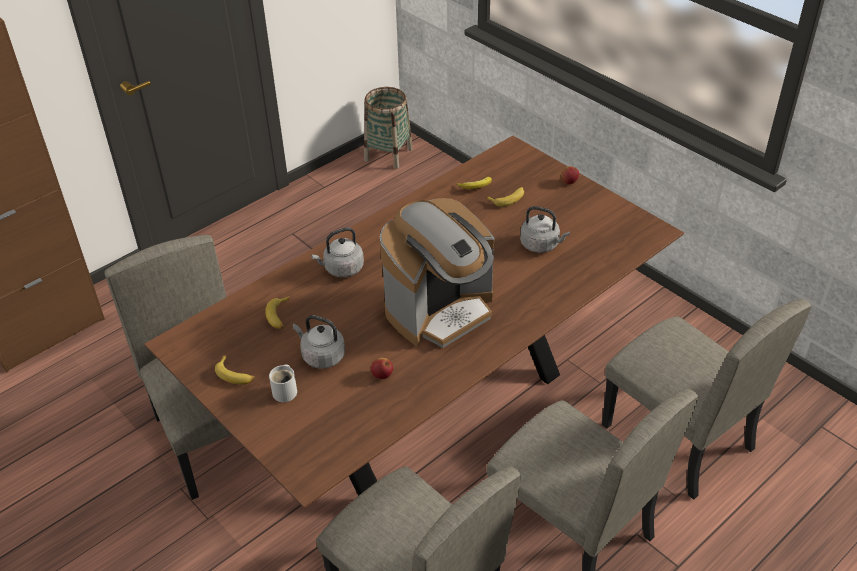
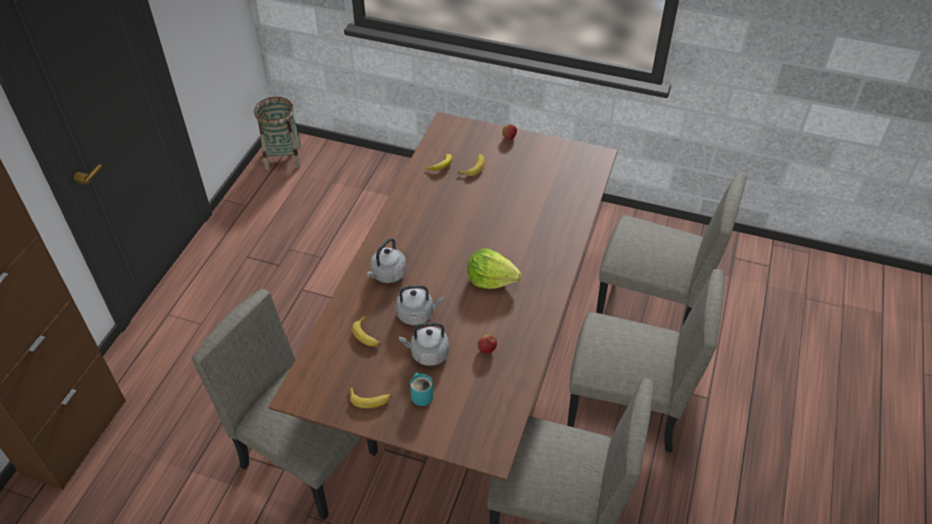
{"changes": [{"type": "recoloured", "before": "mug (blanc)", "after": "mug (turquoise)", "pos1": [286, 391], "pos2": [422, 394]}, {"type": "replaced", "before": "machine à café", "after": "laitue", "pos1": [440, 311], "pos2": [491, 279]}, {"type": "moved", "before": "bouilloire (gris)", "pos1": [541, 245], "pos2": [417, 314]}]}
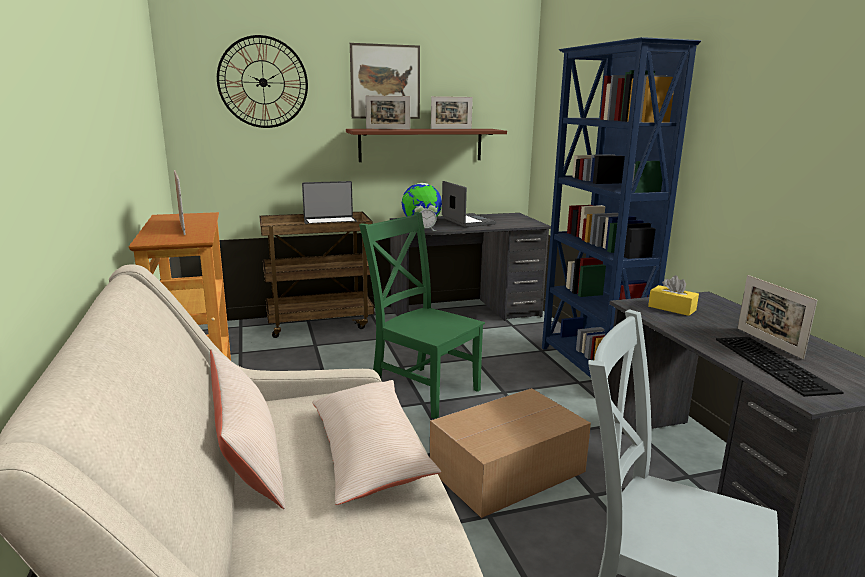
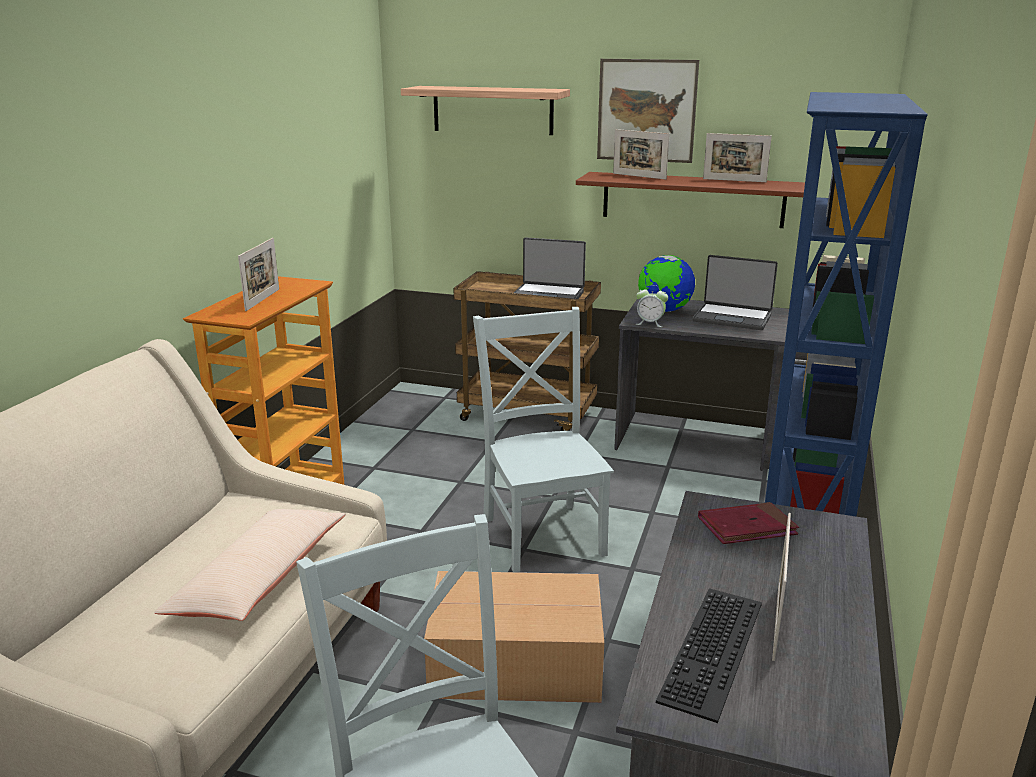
{"changes": [{"type": "removed", "before": "coussin (beige)", "pos1": [247, 457]}, {"type": "replaced", "before": "horloge murale", "after": "étagère", "pos1": [263, 82], "pos2": [492, 110]}, {"type": "recoloured", "before": "chaise (vert)", "after": "chaise (gris)", "pos1": [422, 389], "pos2": [542, 532]}, {"type": "turned", "before": "ordinateur portable", "pos1": [467, 221], "pos2": [732, 318], "turn": 105}, {"type": "replaced", "before": "boîte à mouchoirs (jaune)", "after": "livre (rouge)", "pos1": [672, 308], "pos2": [747, 527]}]}
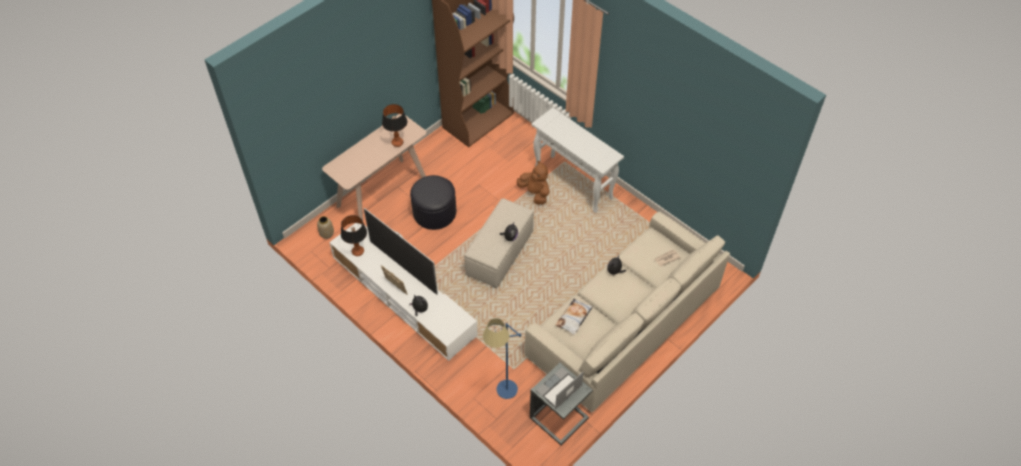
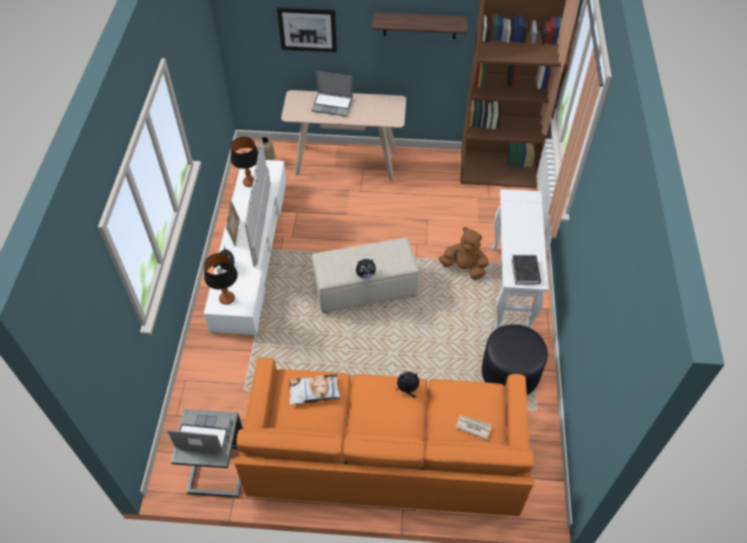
{"changes": [{"type": "moved", "before": "lampe de table", "pos1": [397, 142], "pos2": [227, 298]}, {"type": "moved", "before": "pouf (noir)", "pos1": [434, 212], "pos2": [510, 372]}, {"type": "removed", "before": "lampadaire (bleu)", "pos1": [502, 397]}, {"type": "turned", "before": "peluche (marron)", "pos1": [535, 193], "pos2": [464, 267], "turn": -75}, {"type": "recoloured", "before": "canapé (beige)", "after": "canapé (orange)", "pos1": [623, 322], "pos2": [384, 450]}, {"type": "added", "after": "tableau", "pos2": [307, 29]}, {"type": "added", "after": "ordinateur portable", "pos2": [333, 105]}, {"type": "added", "after": "étagère", "pos2": [420, 25]}, {"type": "added", "after": "livre (noir)", "pos2": [525, 272]}]}
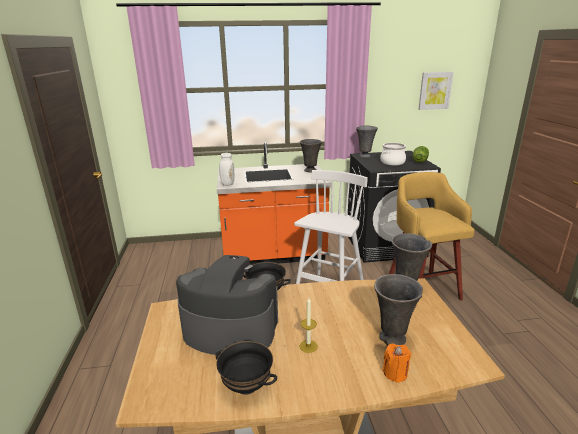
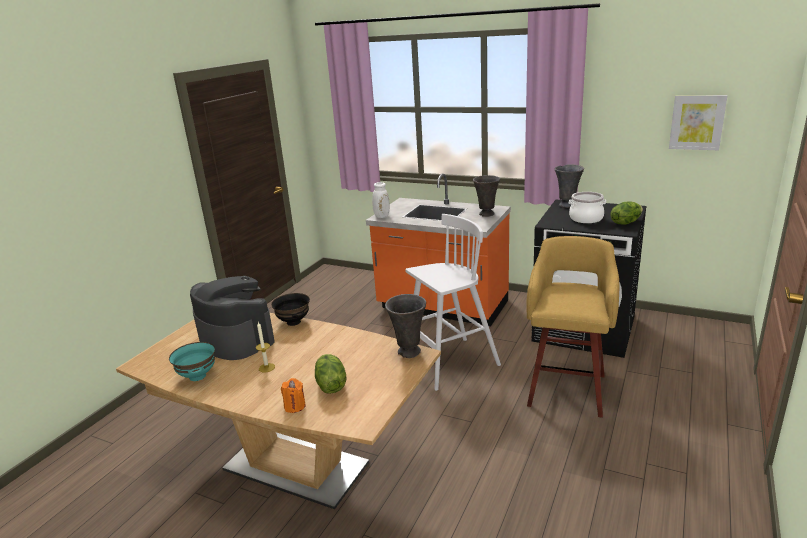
{"changes": [{"type": "recoloured", "before": "bol (noir)", "after": "bol (turquoise)", "pos1": [246, 386], "pos2": [197, 376]}, {"type": "replaced", "before": "vase (gris)", "after": "laitue", "pos1": [392, 339], "pos2": [330, 385]}]}
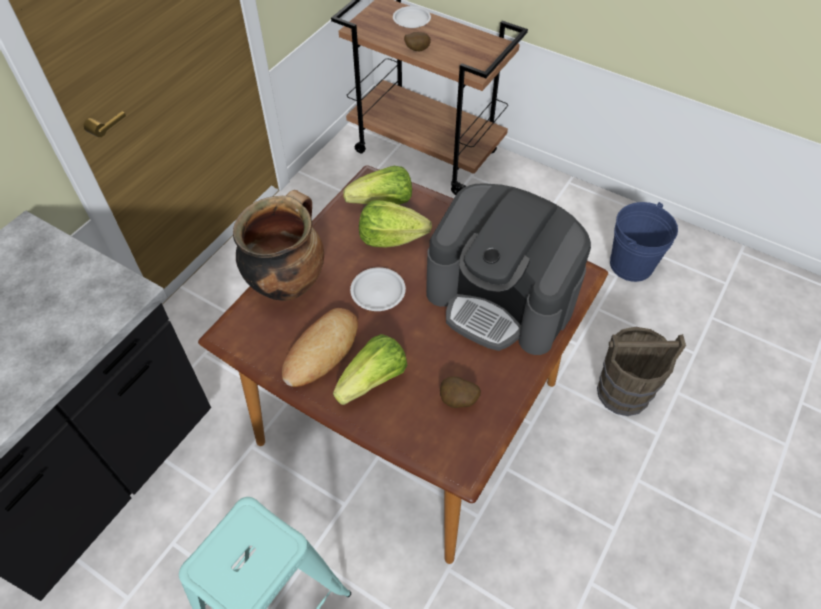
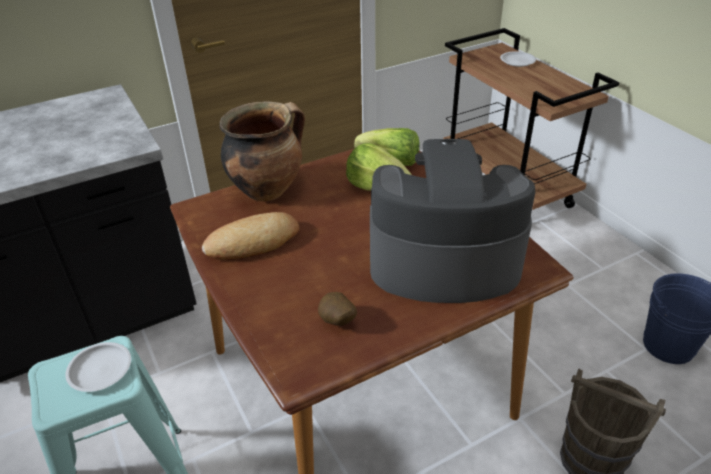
{"changes": [{"type": "removed", "before": "laitue", "pos1": [373, 380]}, {"type": "moved", "before": "assiette (blanc)", "pos1": [377, 292], "pos2": [99, 370]}, {"type": "removed", "before": "pomme de terre", "pos1": [416, 49]}, {"type": "turned", "before": "machine à café", "pos1": [501, 299], "pos2": [442, 260], "turn": 120}]}
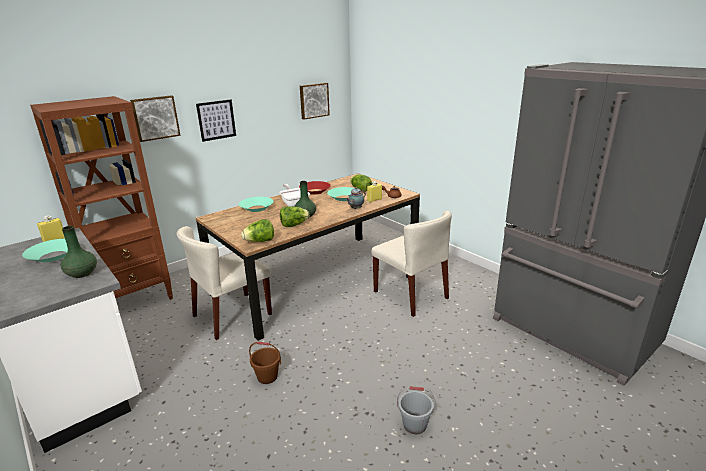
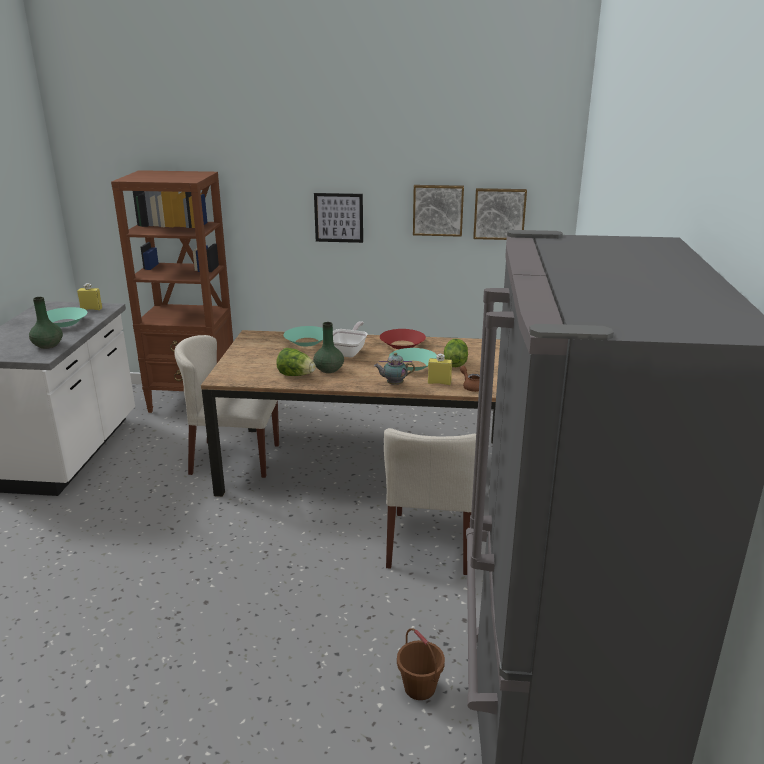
{"changes": [{"type": "moved", "before": "tableau", "pos1": [155, 118], "pos2": [438, 210]}, {"type": "removed", "before": "laitue", "pos1": [260, 241]}, {"type": "moved", "before": "seau (marron)", "pos1": [267, 377], "pos2": [420, 687]}, {"type": "removed", "before": "seau (gris)", "pos1": [414, 425]}]}
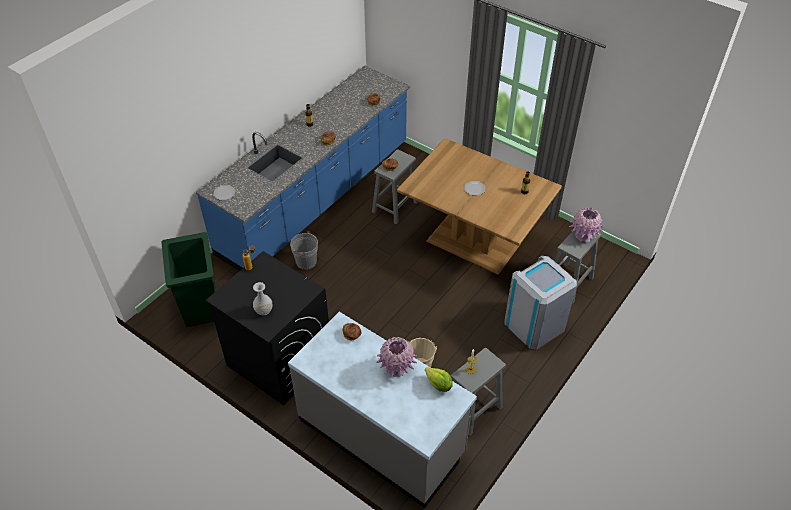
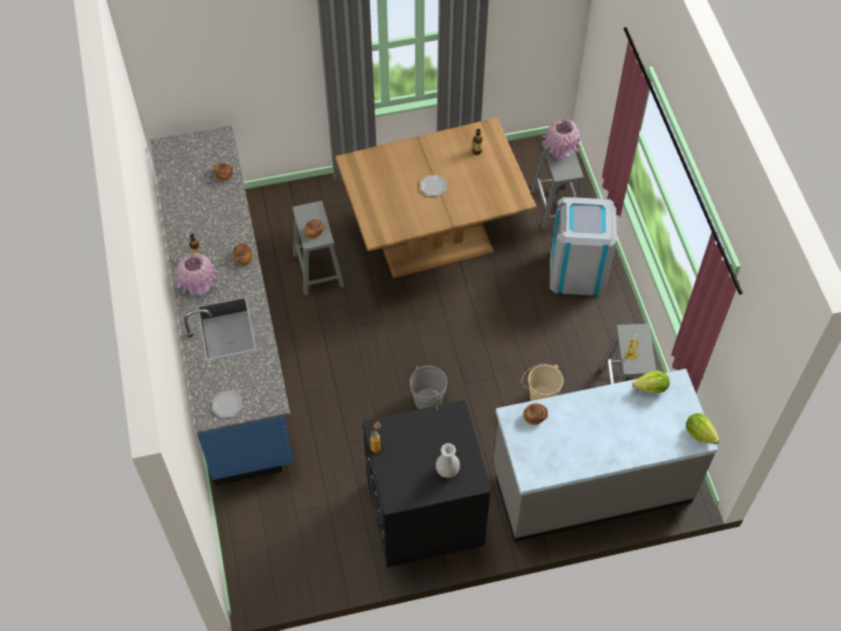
{"changes": [{"type": "removed", "before": "poubelle (vert)", "pos1": [200, 307]}, {"type": "moved", "before": "seau (gris)", "pos1": [306, 262], "pos2": [428, 400]}, {"type": "moved", "before": "vase (rose)", "pos1": [396, 368], "pos2": [198, 286]}, {"type": "added", "after": "laitue", "pos2": [699, 433]}]}
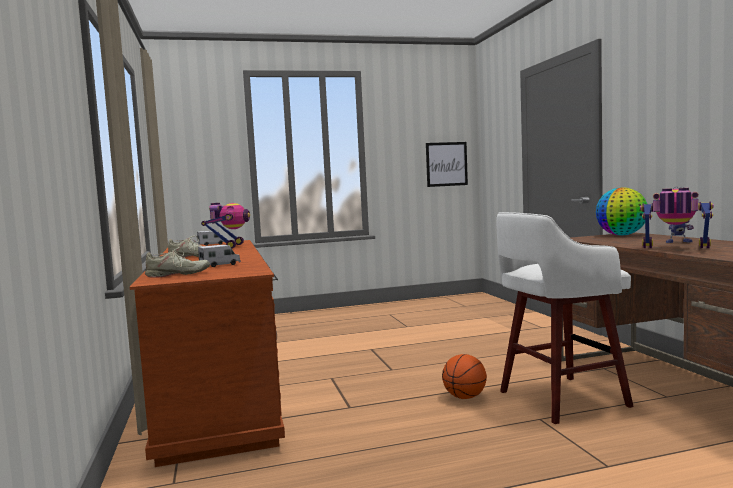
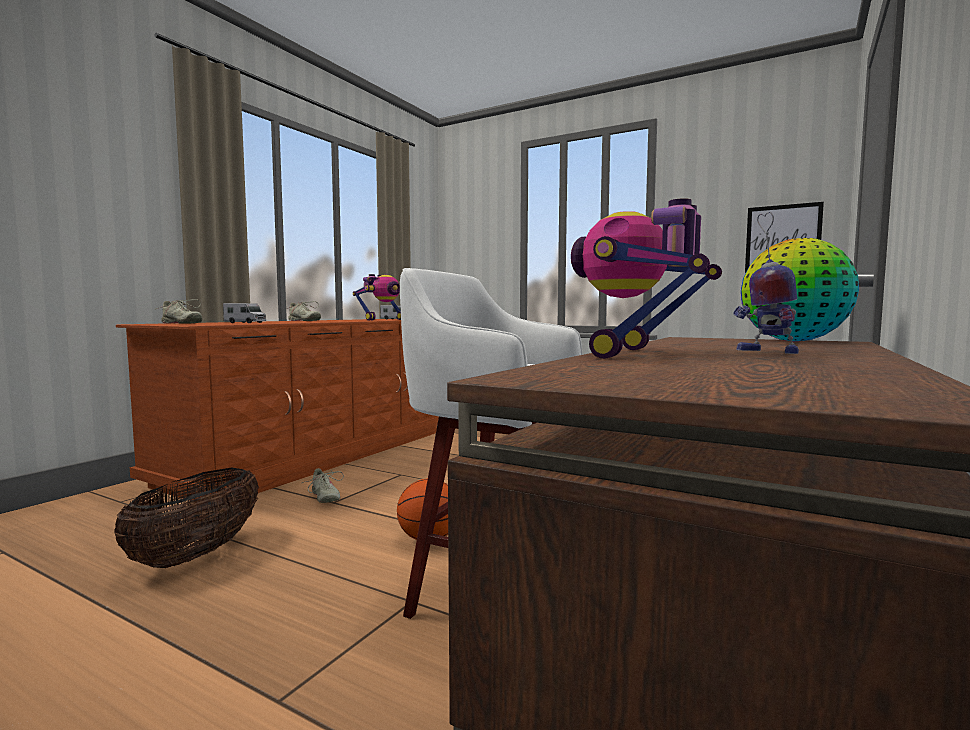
{"changes": [{"type": "turned", "before": "robot jouet", "pos1": [675, 249], "pos2": [641, 354], "turn": -135}, {"type": "added", "after": "panier", "pos2": [196, 555]}, {"type": "added", "after": "chaussure (beige)", "pos2": [324, 497]}]}
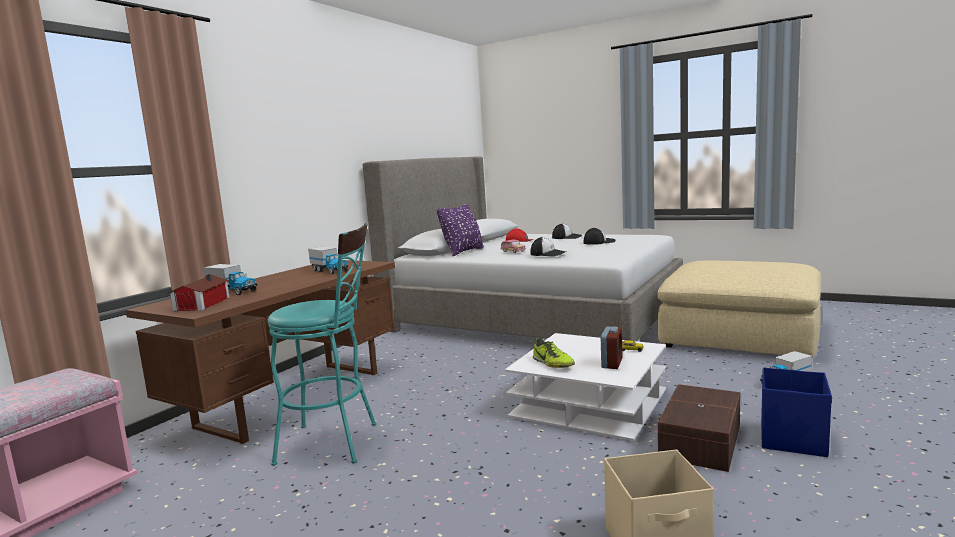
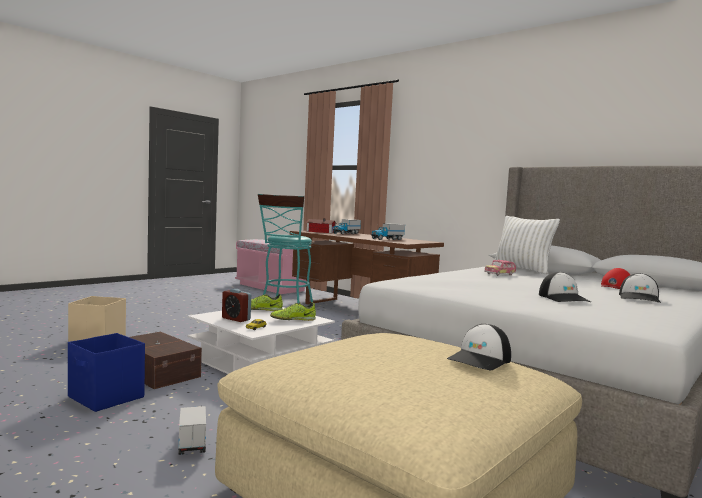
{"changes": [{"type": "recoloured", "before": "coussin (violet)", "after": "coussin (blanc)", "pos1": [463, 252], "pos2": [522, 270]}, {"type": "moved", "before": "casquette", "pos1": [548, 254], "pos2": [480, 359]}, {"type": "added", "after": "chaussure", "pos2": [293, 320]}]}
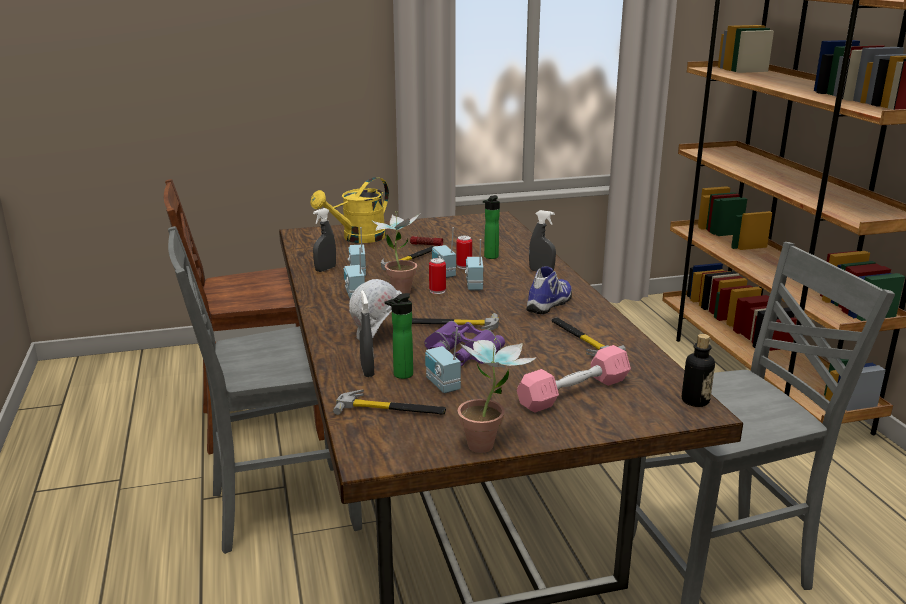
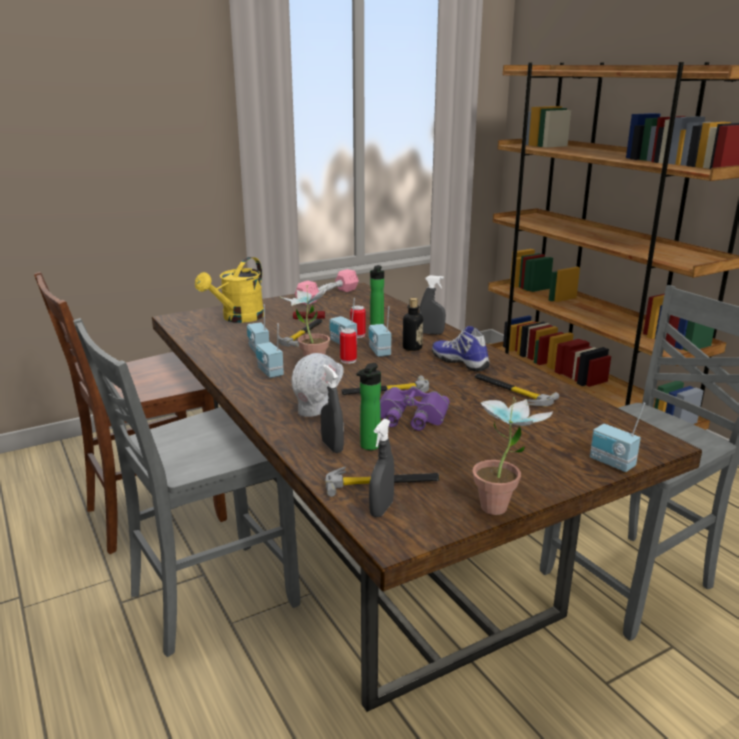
{"changes": [{"type": "moved", "before": "vaporisateur (gris)", "pos1": [325, 269], "pos2": [381, 509]}, {"type": "moved", "before": "radio", "pos1": [441, 385], "pos2": [611, 463]}, {"type": "moved", "before": "haltère (rose)", "pos1": [574, 392], "pos2": [327, 296]}, {"type": "turned", "before": "chaussure", "pos1": [550, 304], "pos2": [461, 362], "turn": -60}, {"type": "moved", "before": "bouteille", "pos1": [695, 401], "pos2": [412, 348]}]}
